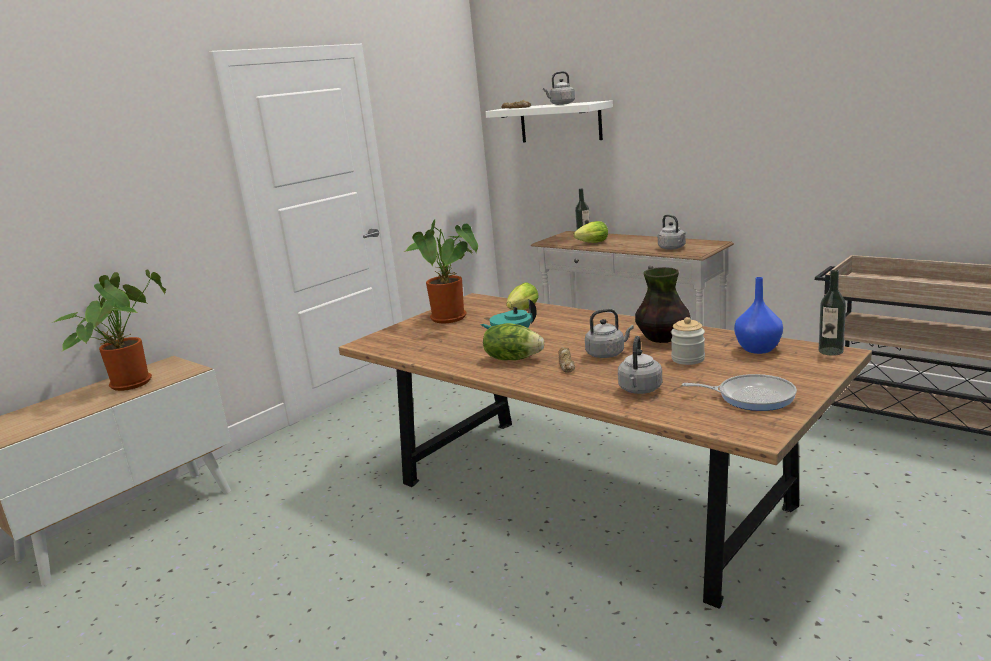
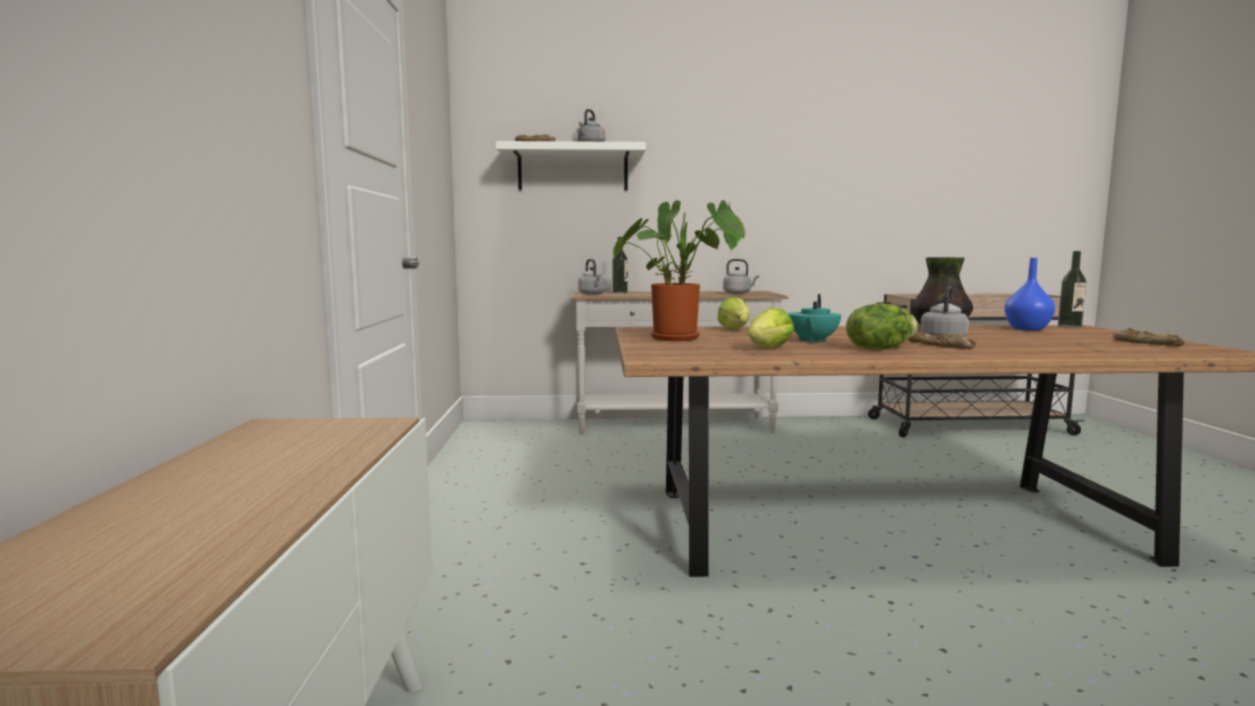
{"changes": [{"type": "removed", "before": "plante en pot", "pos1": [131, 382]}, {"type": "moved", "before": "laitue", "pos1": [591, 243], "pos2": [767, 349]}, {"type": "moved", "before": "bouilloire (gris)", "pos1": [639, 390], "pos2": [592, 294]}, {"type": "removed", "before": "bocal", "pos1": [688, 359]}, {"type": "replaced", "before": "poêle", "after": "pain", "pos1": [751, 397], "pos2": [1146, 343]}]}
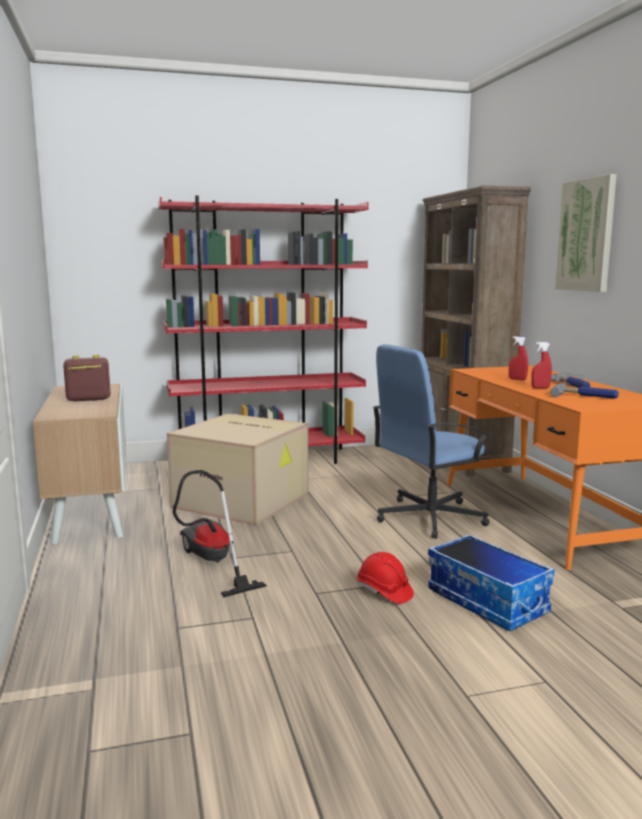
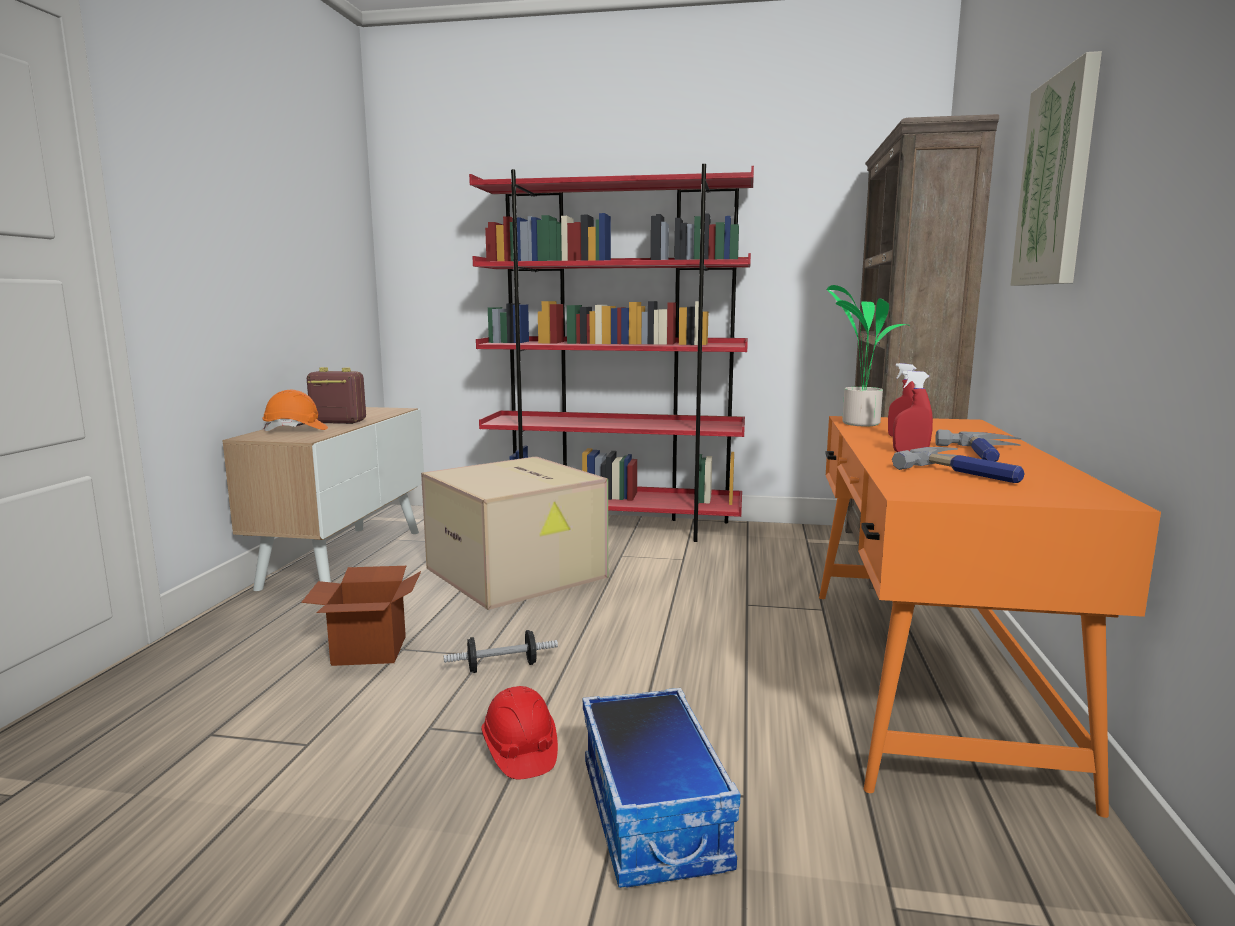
{"changes": [{"type": "replaced", "before": "aspirateur", "after": "carton", "pos1": [211, 563], "pos2": [370, 650]}, {"type": "removed", "before": "chaise de bureau (bleu)", "pos1": [429, 517]}, {"type": "added", "after": "casque de chantier (orange)", "pos2": [296, 430]}, {"type": "added", "after": "haltère", "pos2": [502, 667]}, {"type": "added", "after": "plante en pot", "pos2": [858, 423]}]}
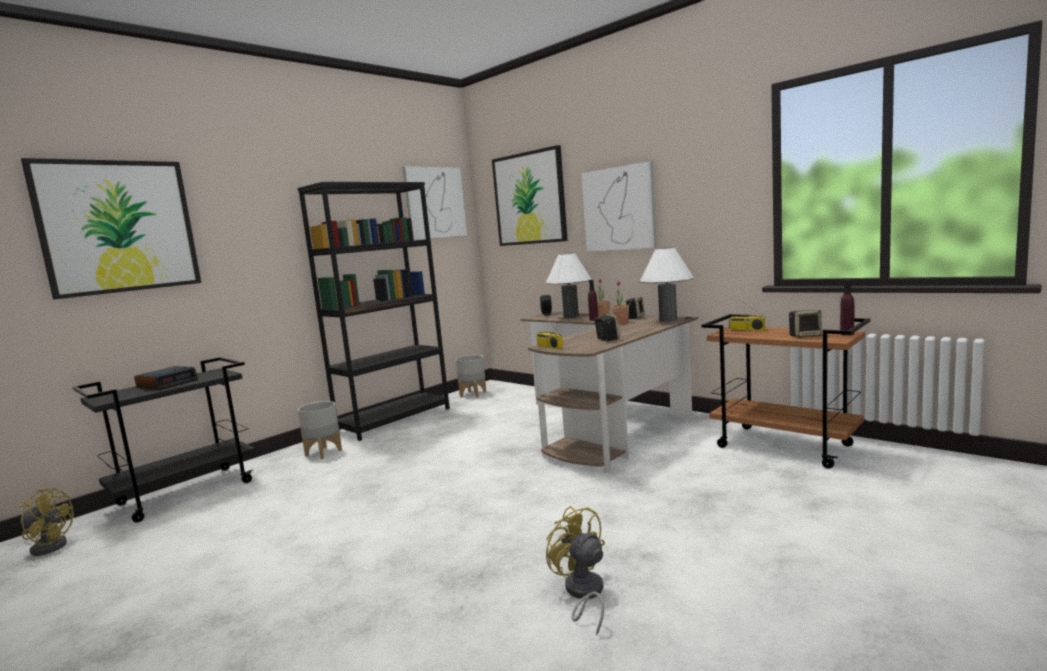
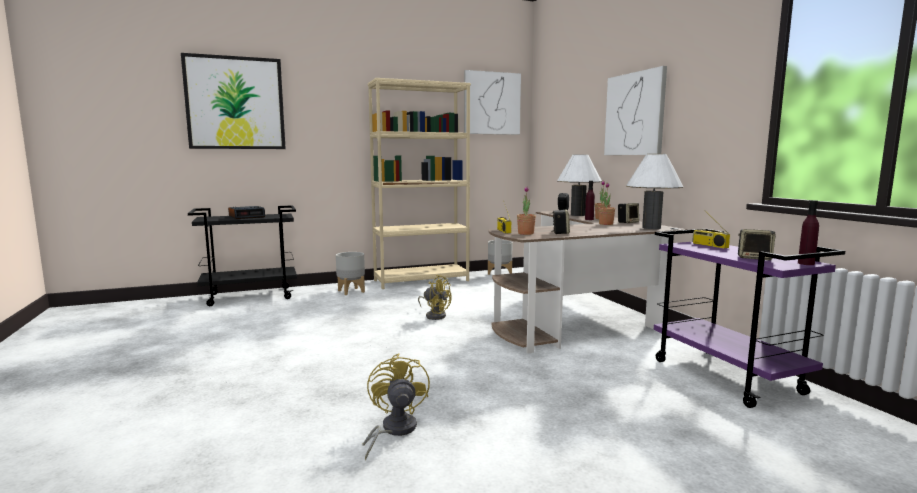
{"changes": [{"type": "moved", "before": "ventilateur (jaune)", "pos1": [49, 545], "pos2": [435, 315]}, {"type": "recoloured", "before": "bibliothèque (noir)", "after": "bibliothèque (beige)", "pos1": [394, 420], "pos2": [421, 280]}, {"type": "removed", "before": "tableau", "pos1": [529, 198]}, {"type": "recoloured", "before": "chariot (marron)", "after": "chariot (violet)", "pos1": [785, 446], "pos2": [728, 377]}, {"type": "added", "after": "plante en pot", "pos2": [525, 233]}]}
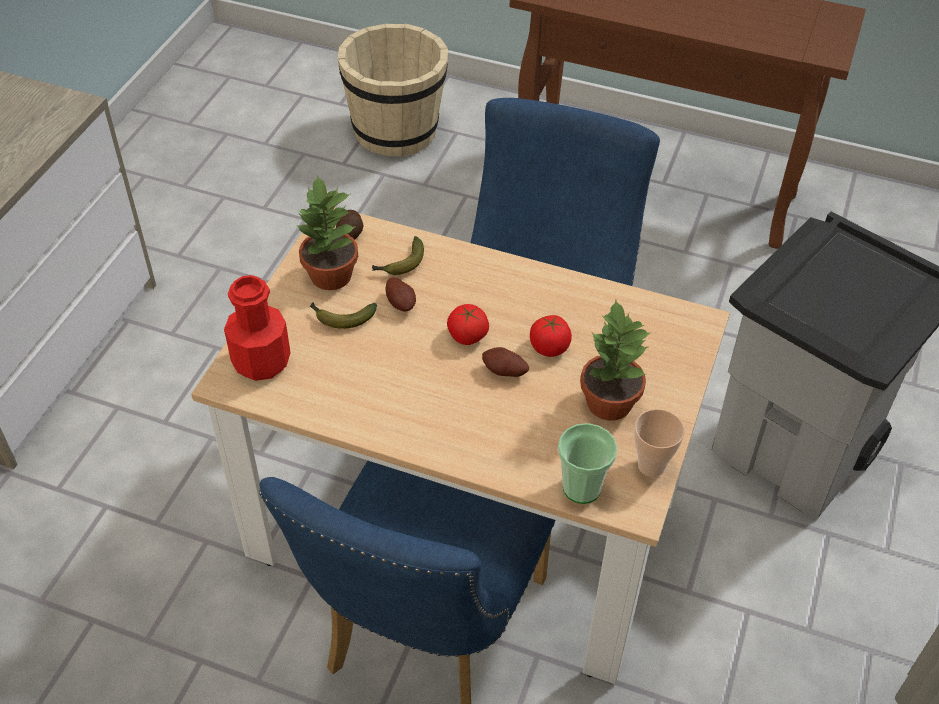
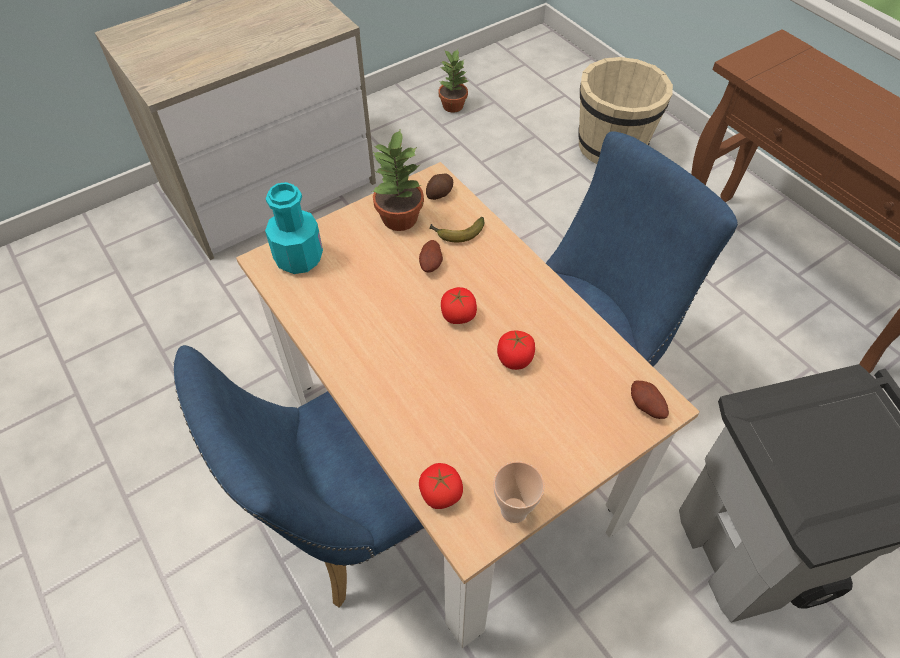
{"changes": [{"type": "recoloured", "before": "bouteille (rouge)", "after": "bouteille (turquoise)", "pos1": [261, 361], "pos2": [299, 258]}, {"type": "removed", "before": "banane", "pos1": [341, 318]}, {"type": "moved", "before": "pomme de terre", "pos1": [504, 372], "pos2": [645, 407]}, {"type": "replaced", "before": "tasse", "after": "tomate", "pos1": [581, 488], "pos2": [440, 493]}, {"type": "moved", "before": "plante en pot", "pos1": [608, 402], "pos2": [453, 105]}]}
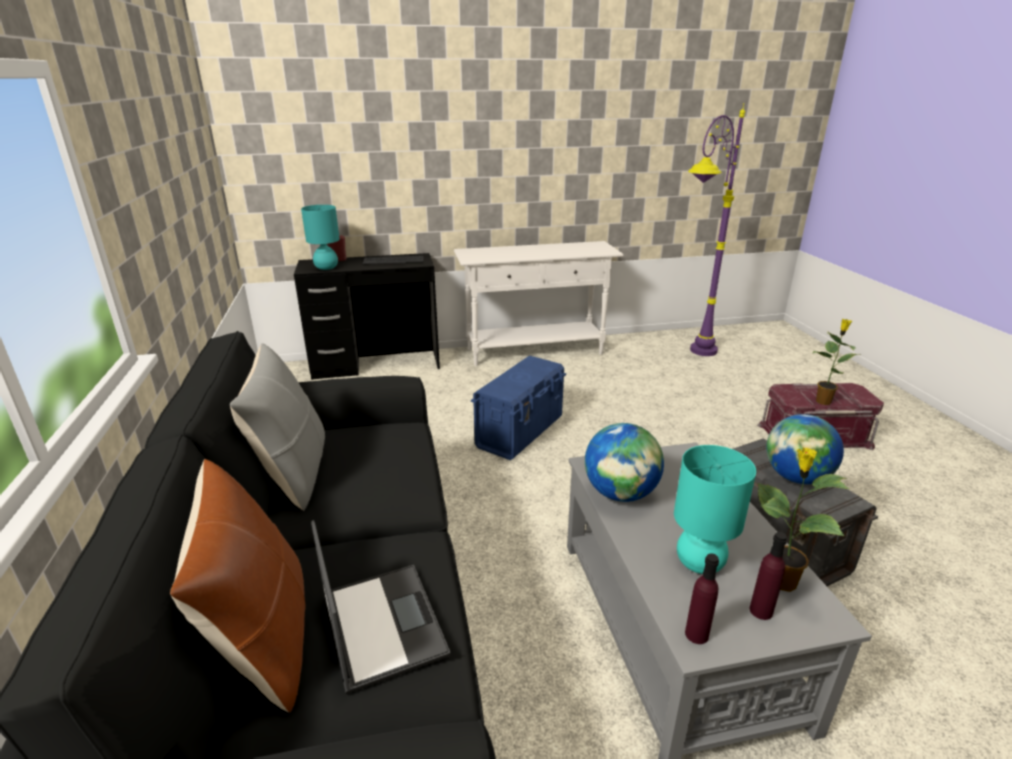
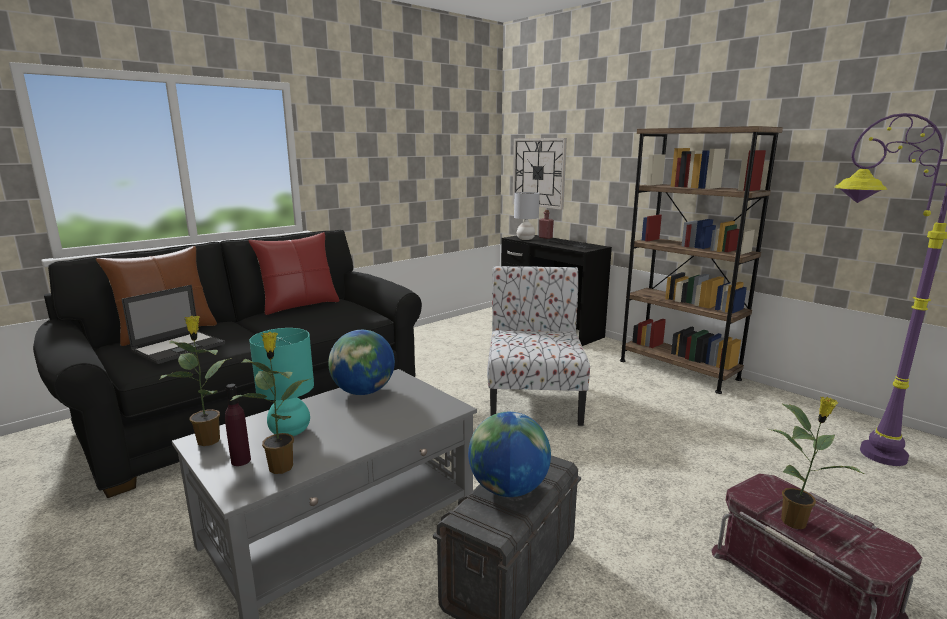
{"changes": [{"type": "recoloured", "before": "coussin (gris)", "after": "coussin (rouge)", "pos1": [293, 472], "pos2": [299, 305]}, {"type": "recoloured", "before": "lampe de table (turquoise)", "after": "lampe de table (gris)", "pos1": [327, 268], "pos2": [525, 239]}, {"type": "replaced", "before": "table console (blanc)", "after": "bibliothèque (marron)", "pos1": [535, 351], "pos2": [678, 370]}, {"type": "replaced", "before": "boîte de rangement (bleu)", "after": "chaise", "pos1": [520, 431], "pos2": [533, 398]}, {"type": "replaced", "before": "bouteille (violet)", "after": "plante en pot", "pos1": [696, 634], "pos2": [209, 439]}, {"type": "added", "after": "horloge murale", "pos2": [539, 172]}]}
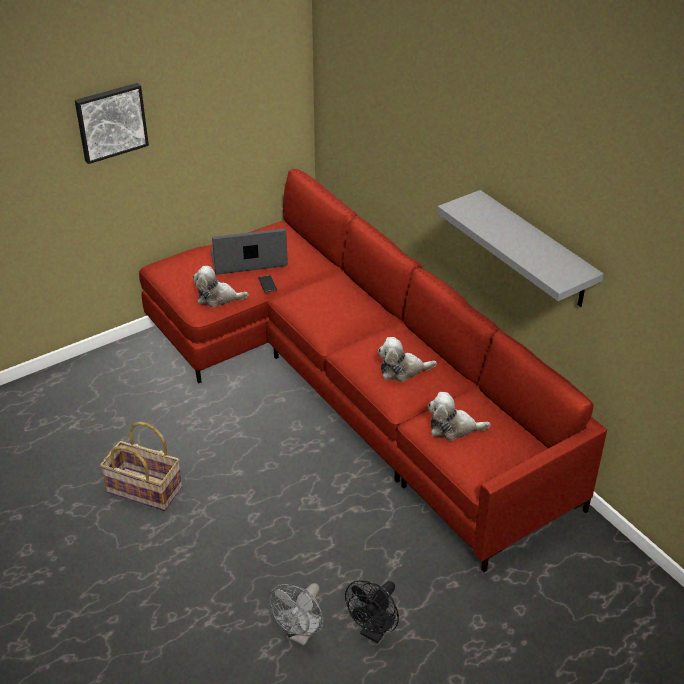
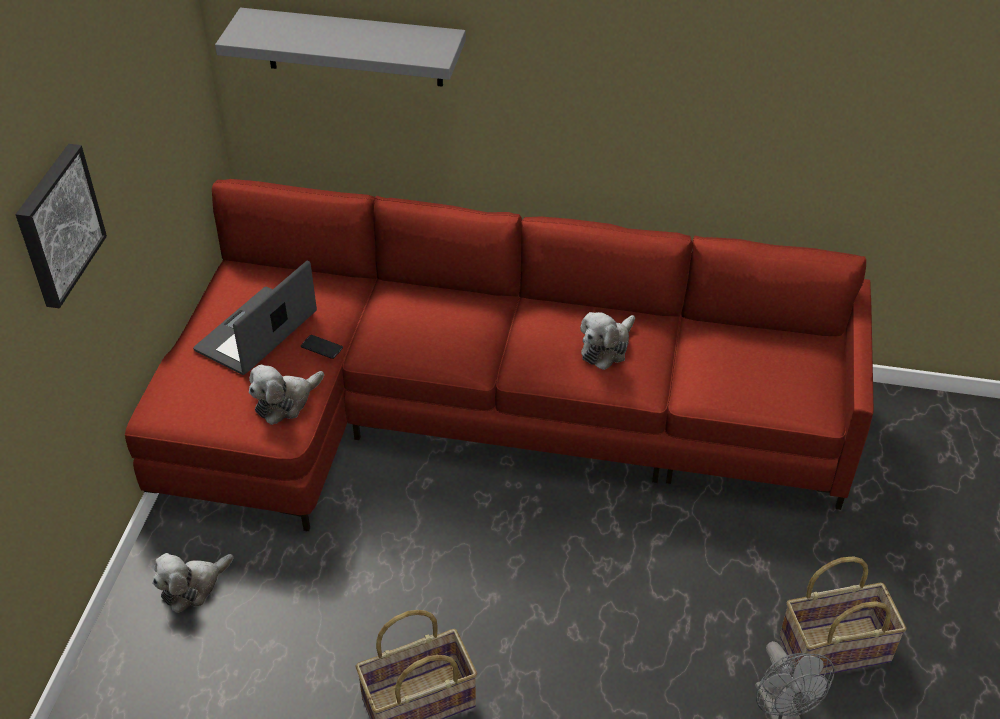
{"changes": [{"type": "replaced", "before": "ventilateur (noir)", "after": "panier", "pos1": [375, 631], "pos2": [834, 647]}, {"type": "moved", "before": "peluche", "pos1": [453, 428], "pos2": [192, 587]}, {"type": "moved", "before": "étagère (gris)", "pos1": [535, 250], "pos2": [354, 47]}]}
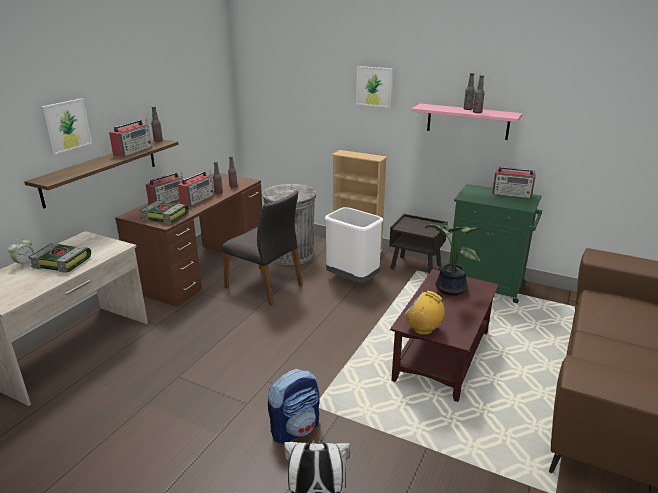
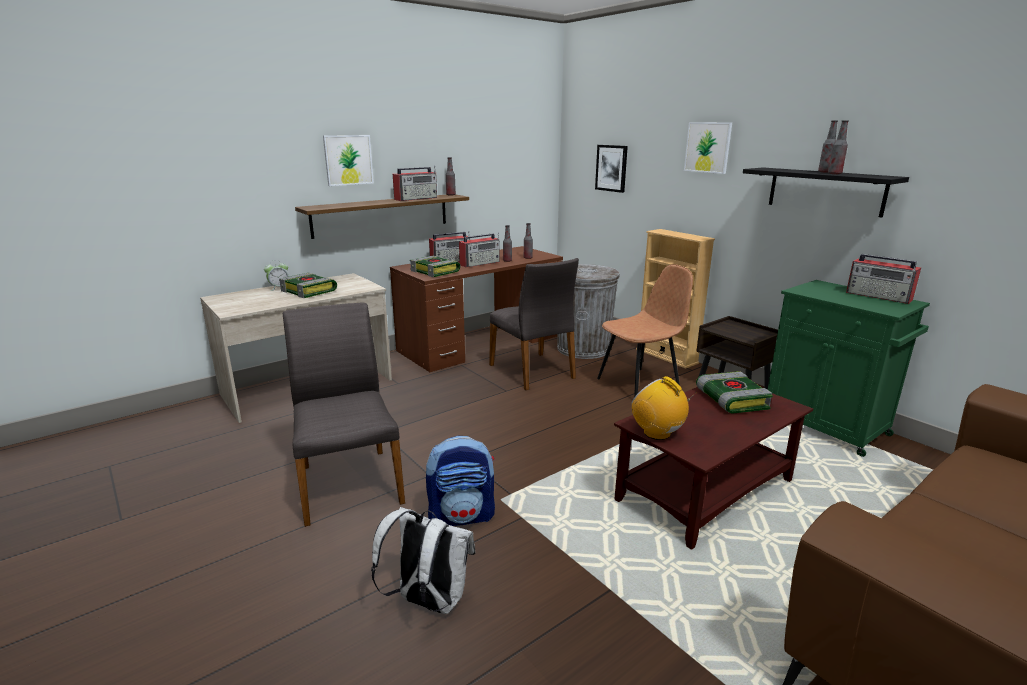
{"changes": [{"type": "replaced", "before": "poubelle (blanc)", "after": "chaise (marron)", "pos1": [352, 279], "pos2": [640, 385]}, {"type": "recoloured", "before": "étagère (rose)", "after": "étagère (noir)", "pos1": [467, 121], "pos2": [825, 191]}, {"type": "replaced", "before": "plante en pot", "after": "livre", "pos1": [448, 289], "pos2": [730, 399]}, {"type": "added", "after": "chaise (gris)", "pos2": [349, 483]}, {"type": "added", "after": "tableau", "pos2": [611, 168]}]}
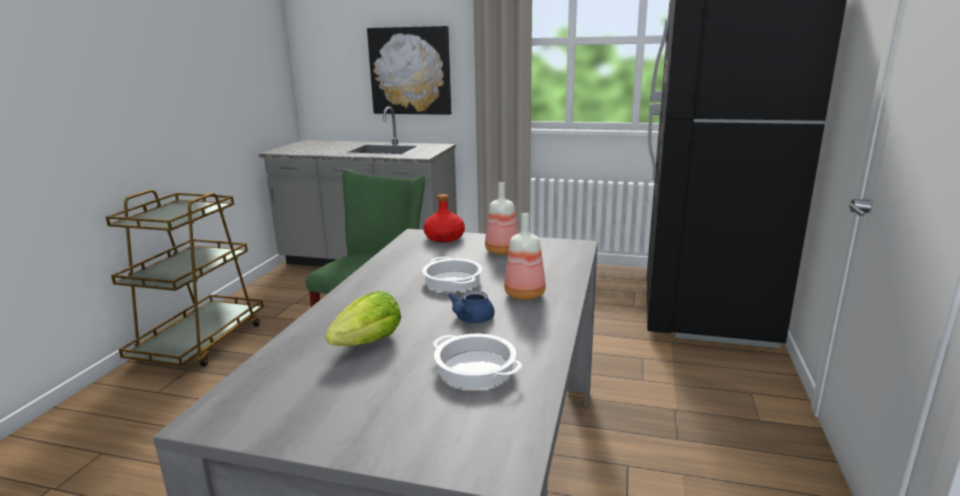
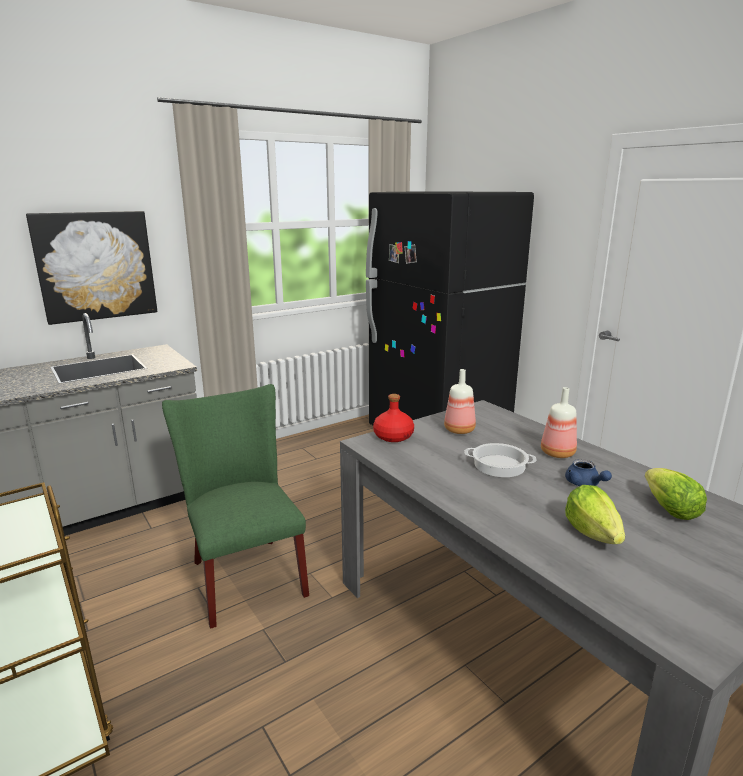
{"changes": [{"type": "replaced", "before": "marmite", "after": "laitue", "pos1": [474, 368], "pos2": [670, 510]}]}
